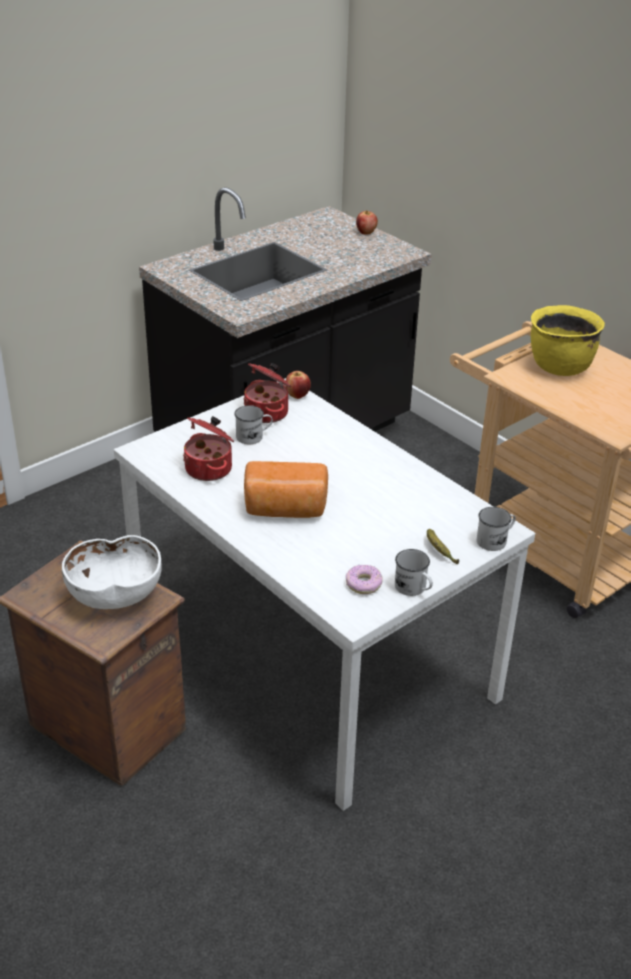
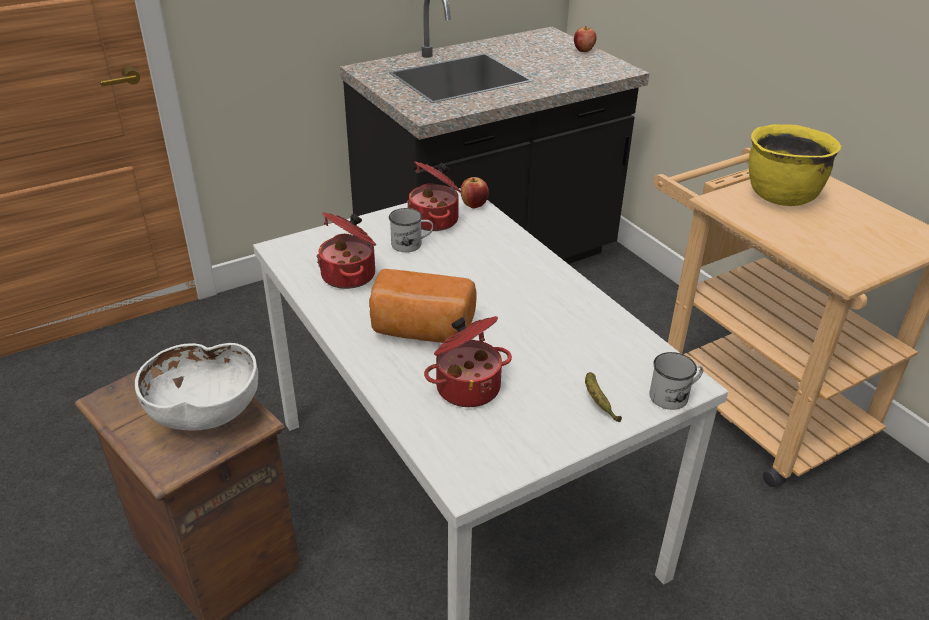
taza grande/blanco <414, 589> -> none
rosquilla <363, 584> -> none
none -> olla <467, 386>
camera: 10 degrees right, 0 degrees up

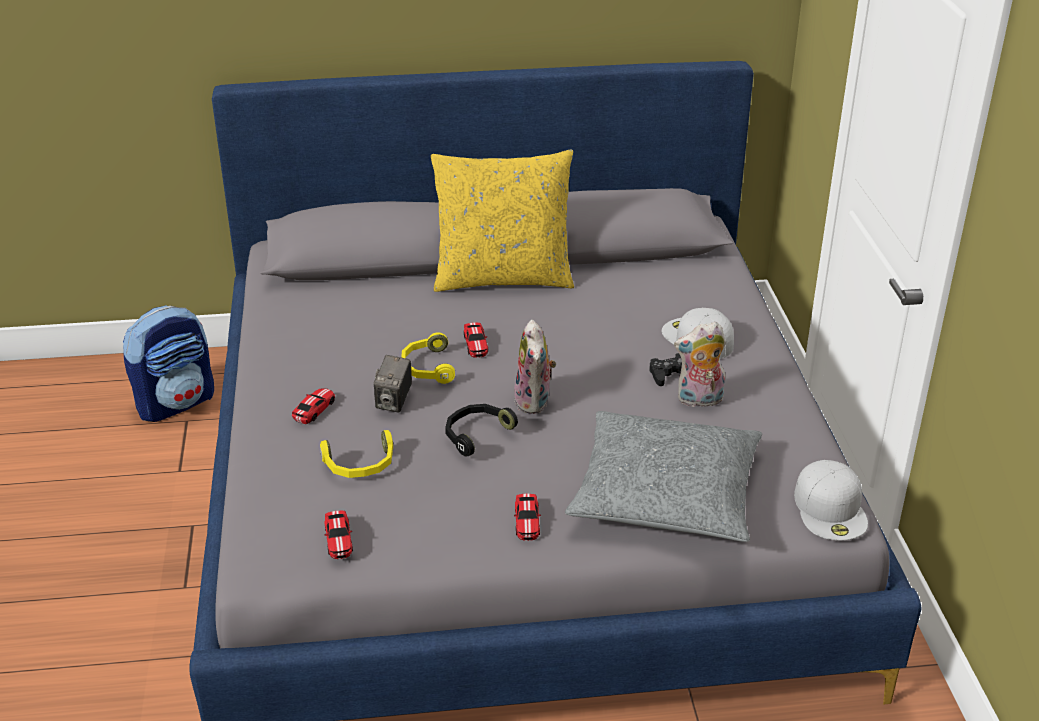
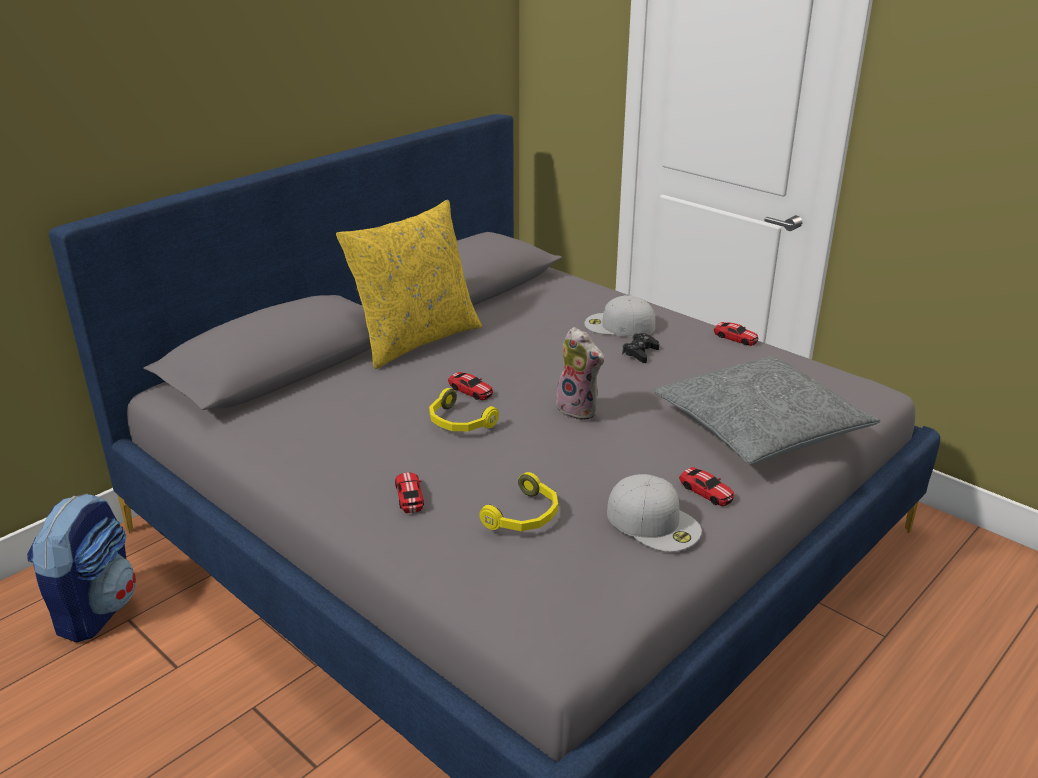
peluche <699, 400> -> none
cámara <394, 401> -> none
auriculares/negro <476, 434> -> none
gorra/blanco <831, 509> -> gorra/blanco <654, 522>, relocated
coche de juguete <339, 539> -> coche de juguete <735, 338>, relocated
camera: 40 degrees left, 5 degrees down

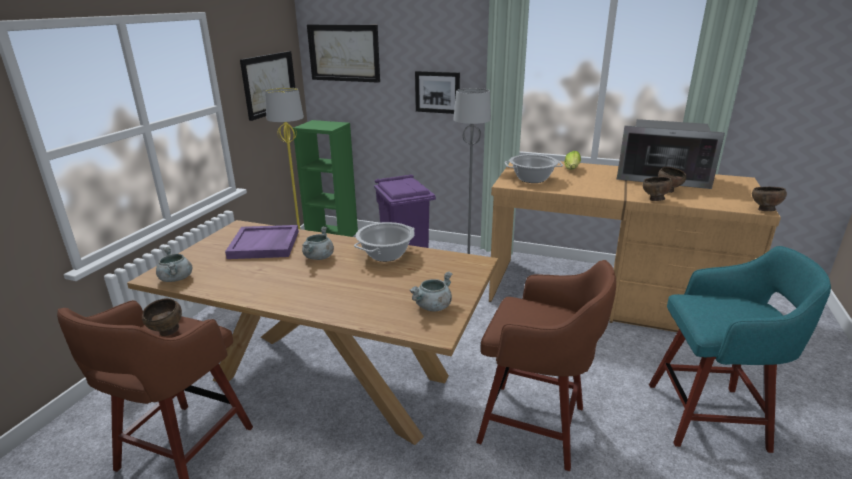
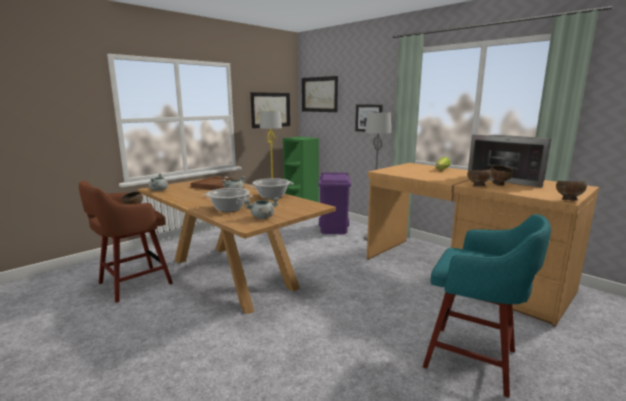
olla <532, 179> -> olla <229, 209>, relocated
bandeja/morado <265, 245> -> bandeja/marrón <216, 185>
taburete/marrón <536, 426> -> none
camera: 25 degrees right, 10 degrees down

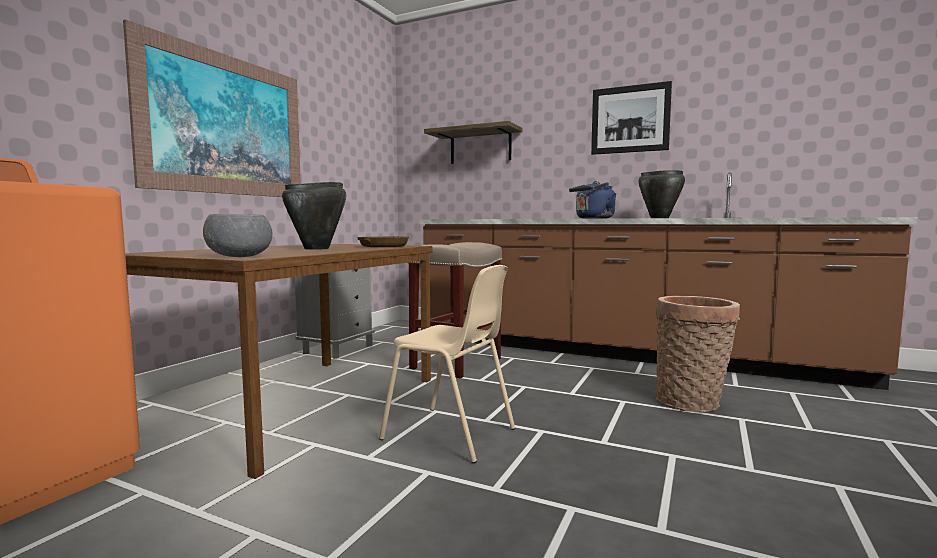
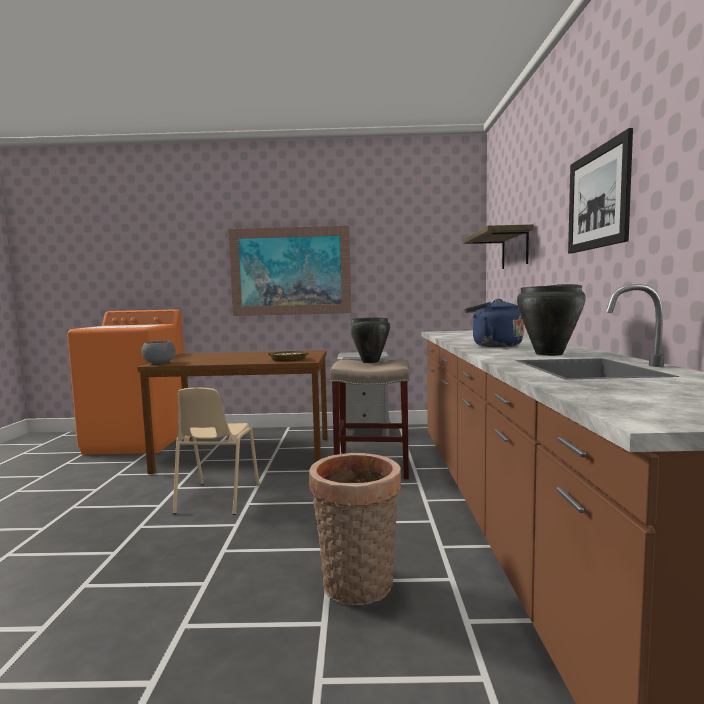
olla/negro <316, 249> -> olla/negro <370, 362>, relocated
camera: 65 degrees right, 0 degrees up

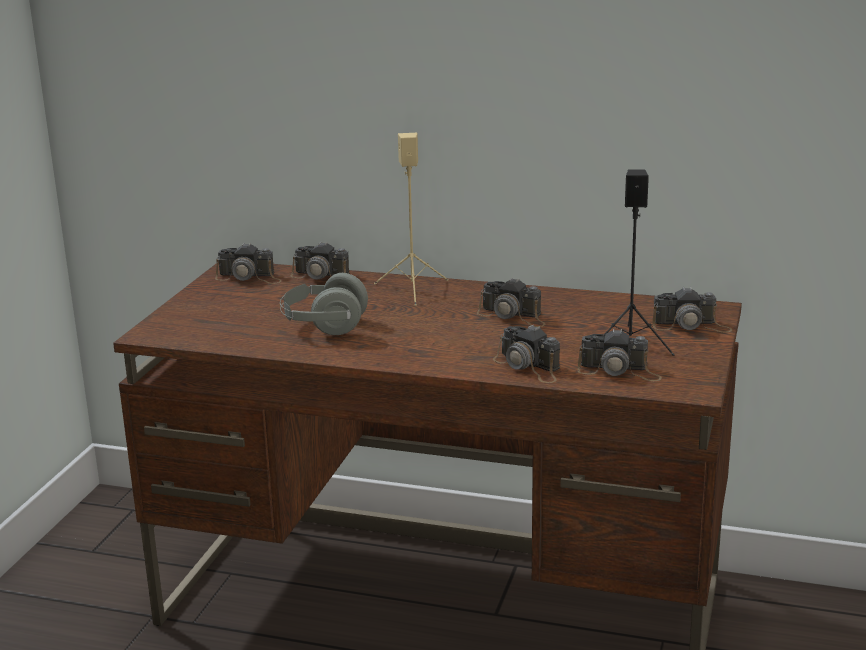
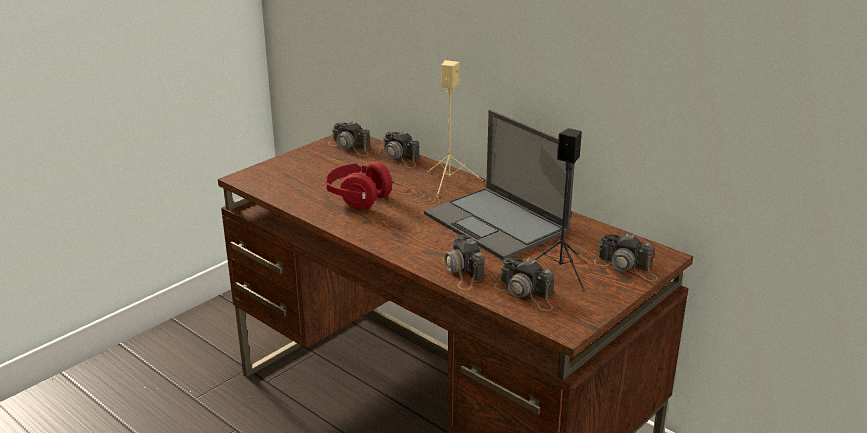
auriculares/gris <324, 325> -> auriculares/rojo <358, 198>
cámara <513, 316> -> portátil <497, 223>
camera: 25 degrees right, 5 degrees up

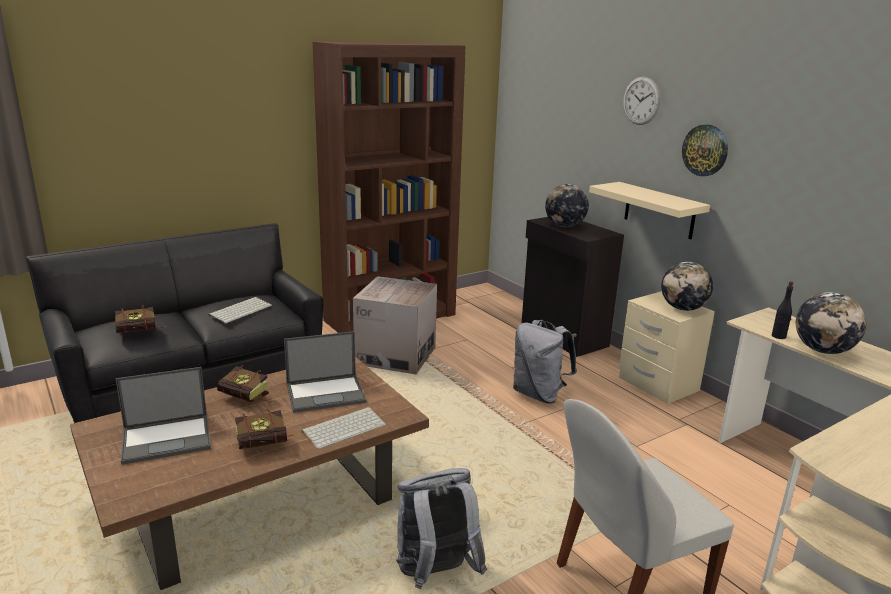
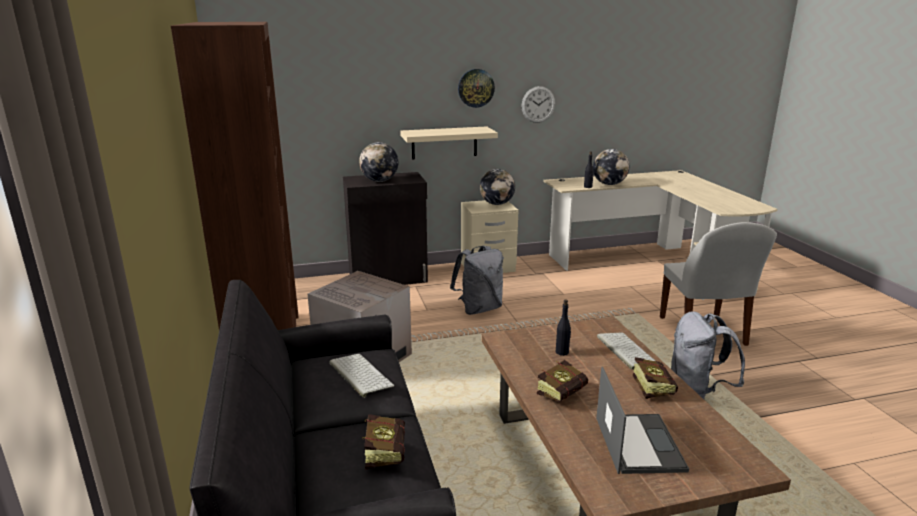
reloj de pared <641, 101> -> reloj de pared <538, 104>, relocated
portátil <326, 393> -> botella/negro <562, 352>
camera: 70 degrees left, 0 degrees up

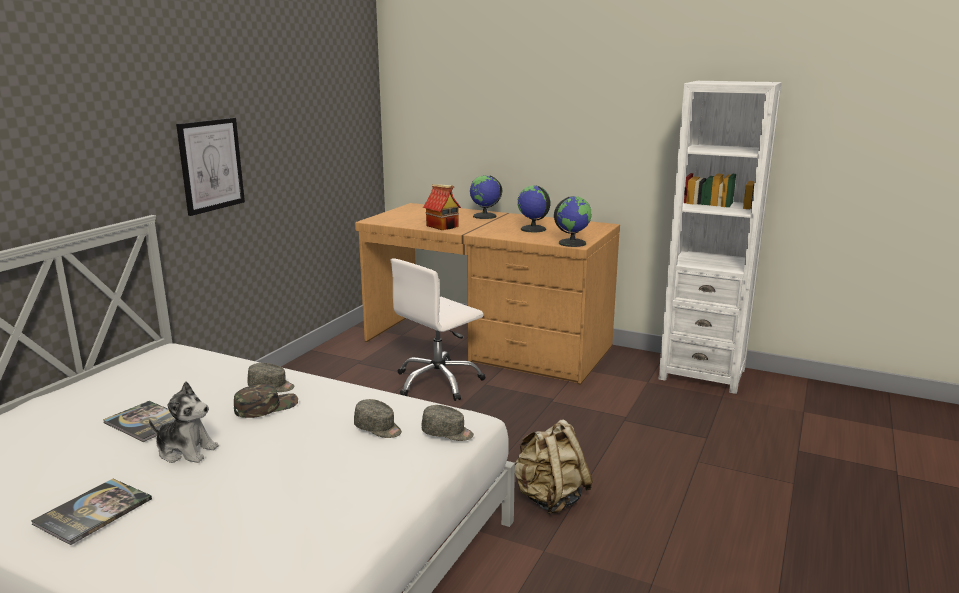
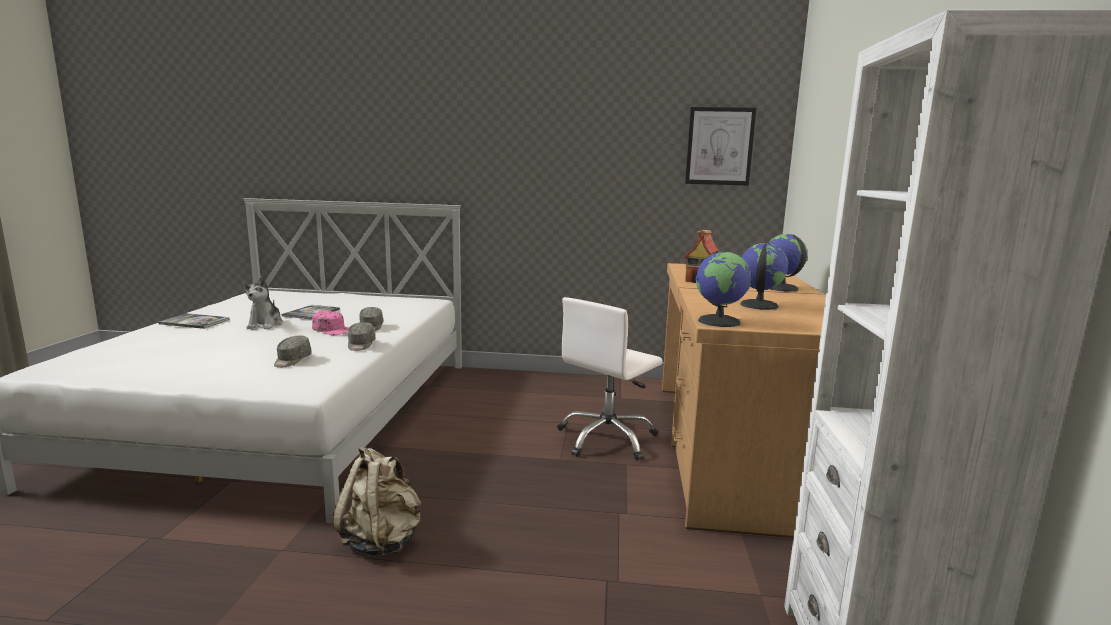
cuadro <211, 165> -> cuadro <719, 146>, relocated
silla de oficina/blanco <438, 382> -> silla de oficina/blanco <607, 439>, 75 degrees counterclockwise
gorra/verde <266, 406> -> gorra/rosa <333, 329>
gorra/gris <447, 433> -> gorra/gris <360, 345>, relocated
camera: 70 degrees right, 5 degrees down

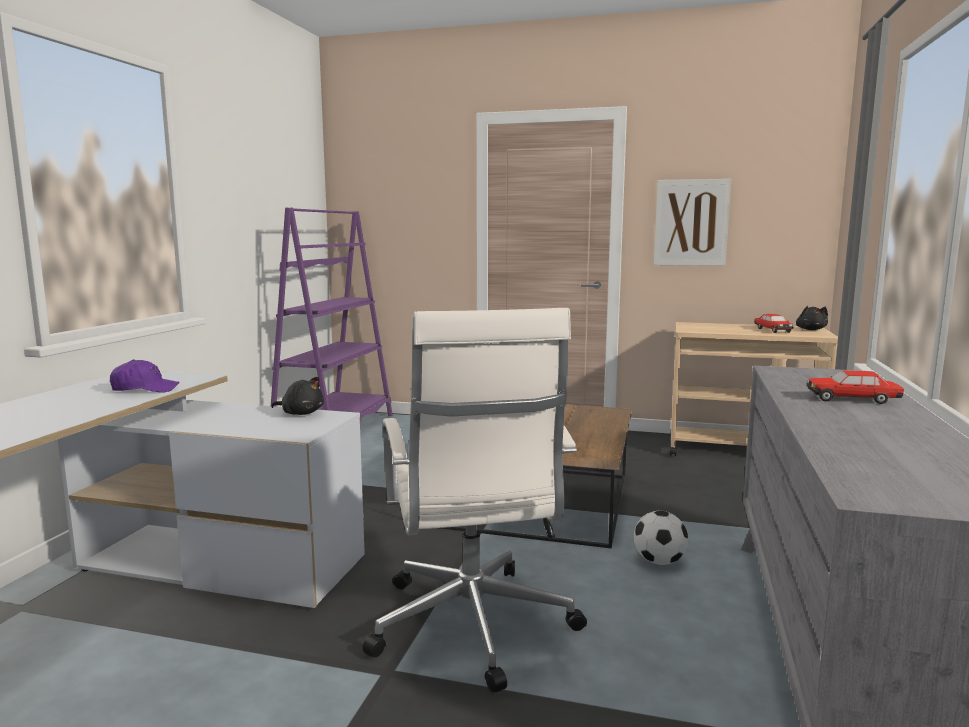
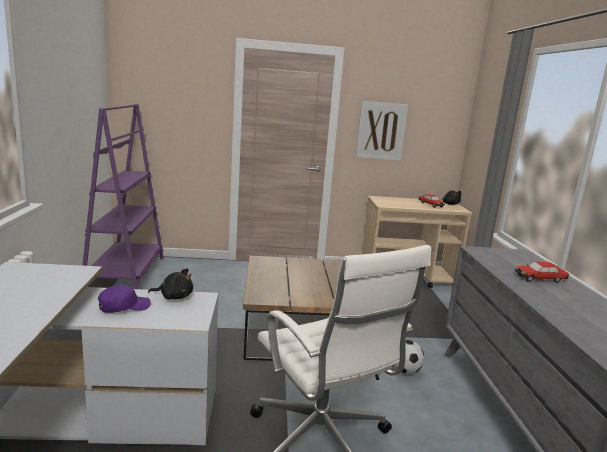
gorra/morado <145, 389> -> gorra/morado <124, 307>, relocated
camera: 20 degrees left, 5 degrees up

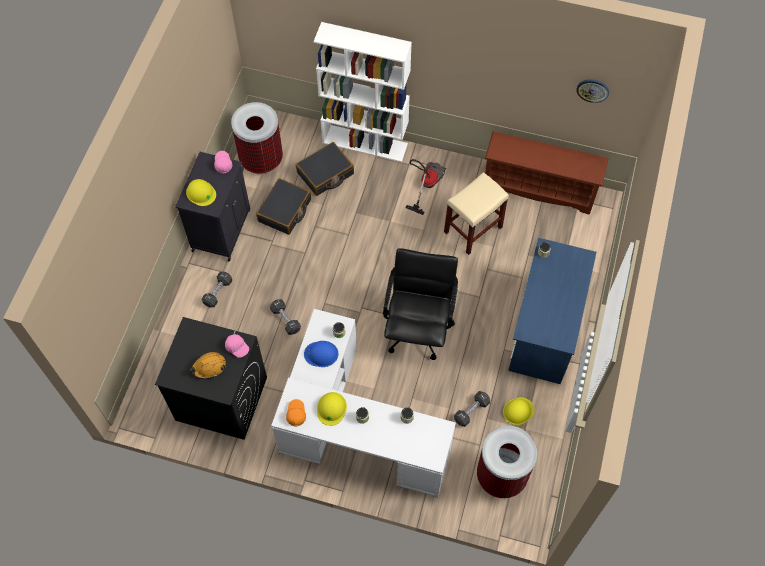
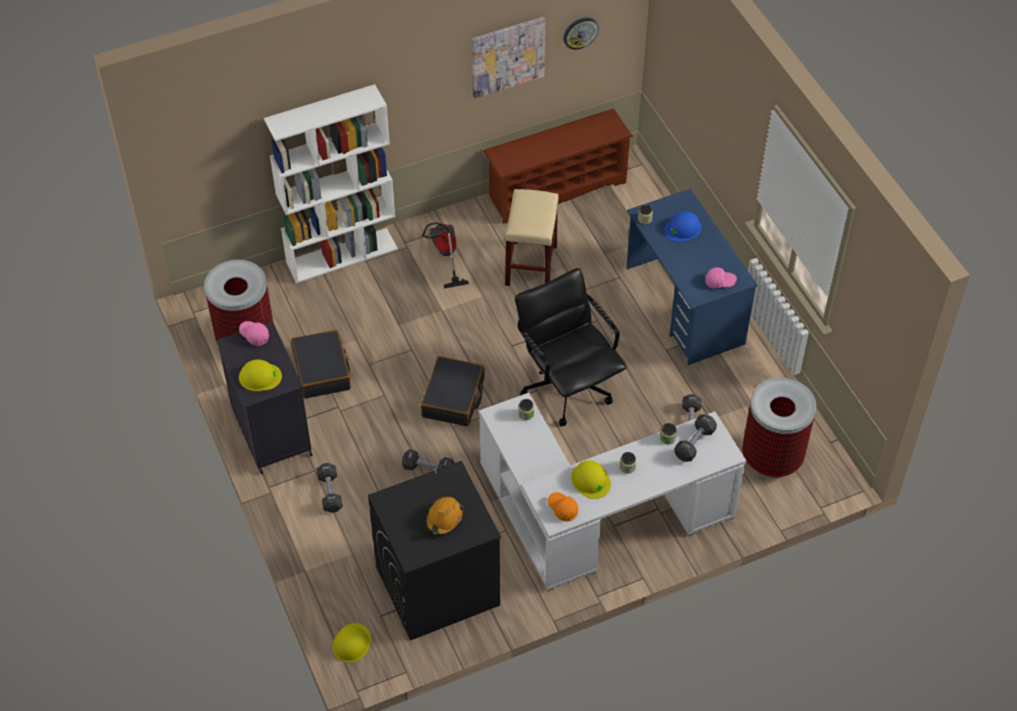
maleta/negro <325, 174> -> maleta/negro <453, 398>, relocated
gorra/rosa <237, 348> -> gorra/rosa <720, 282>, relocated
casco/azul <321, 354> -> casco/azul <683, 228>, relocated
casco/amarillo <518, 411> -> casco/amarillo <351, 643>, relocated
none -> cuadro <507, 56>
none -> mancuerna/negro <694, 443>
camera: 40 degrees left, 10 degrees down

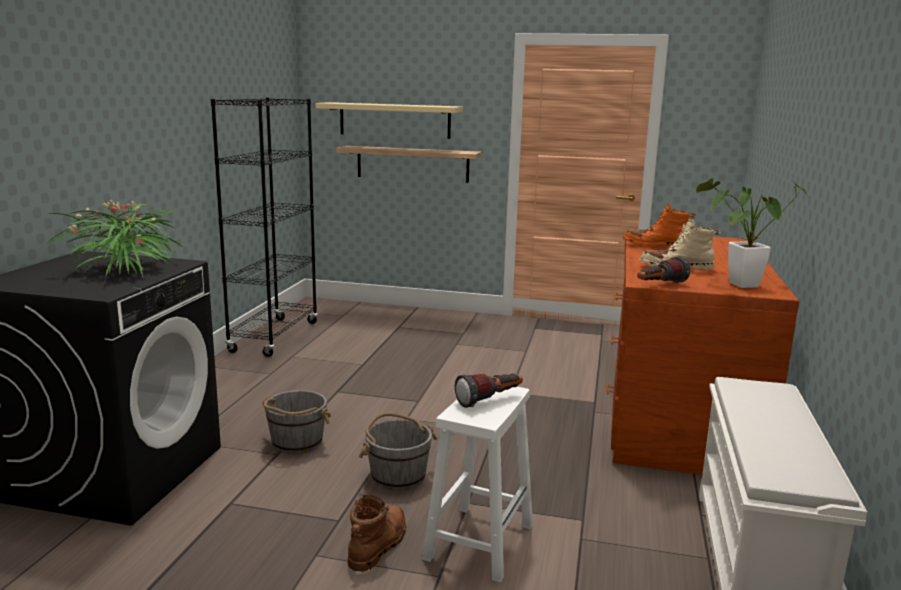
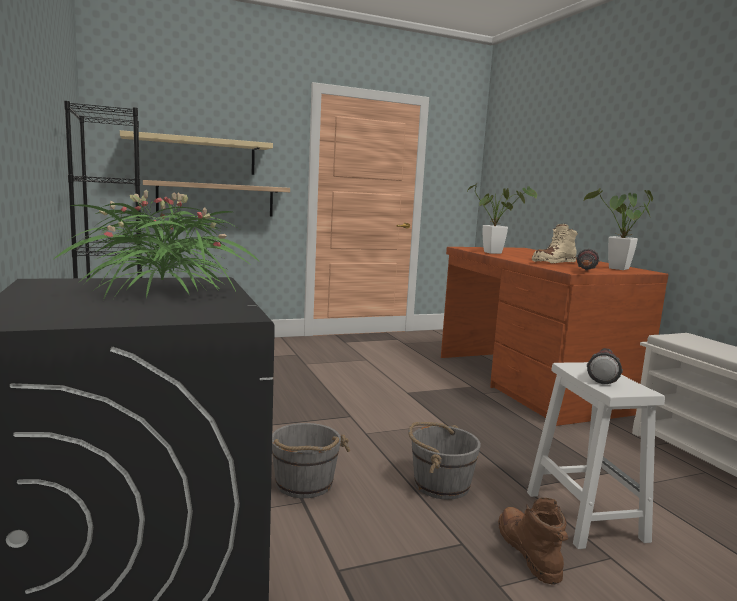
bota/naranja <655, 246> -> planta en maceta <496, 253>
camera: 35 degrees left, 5 degrees down

